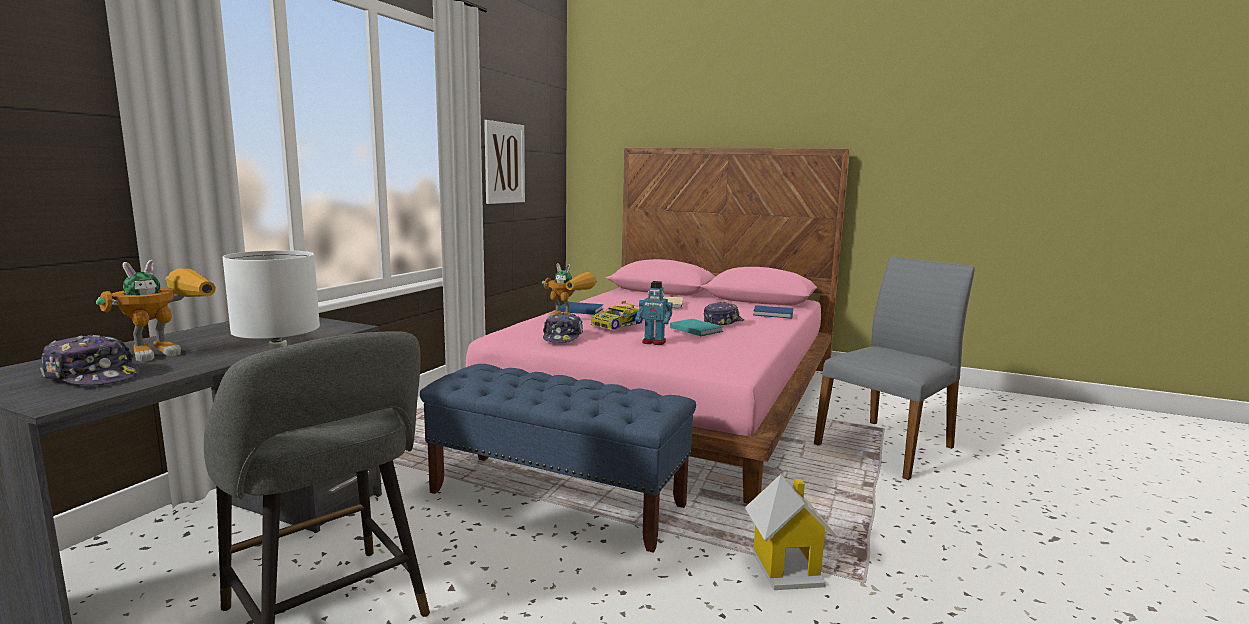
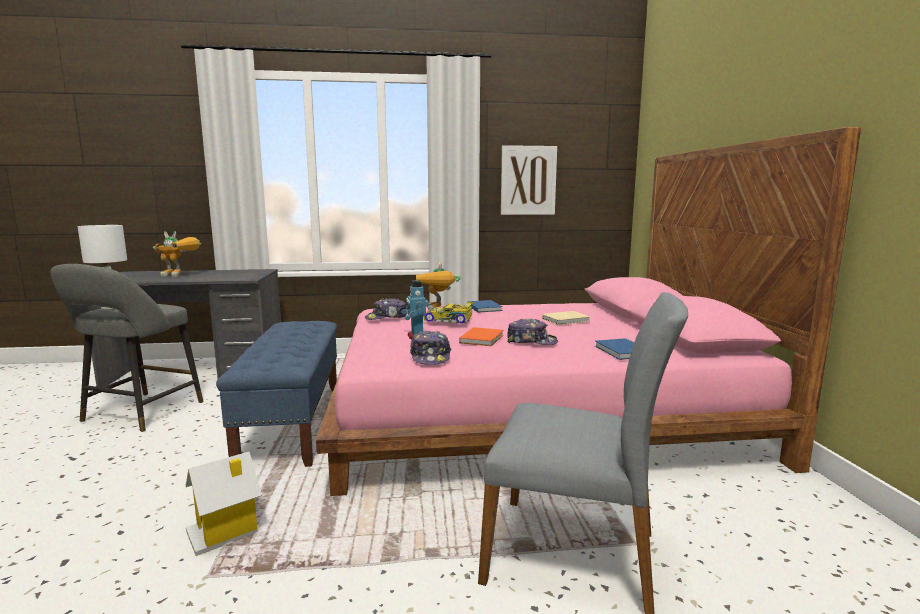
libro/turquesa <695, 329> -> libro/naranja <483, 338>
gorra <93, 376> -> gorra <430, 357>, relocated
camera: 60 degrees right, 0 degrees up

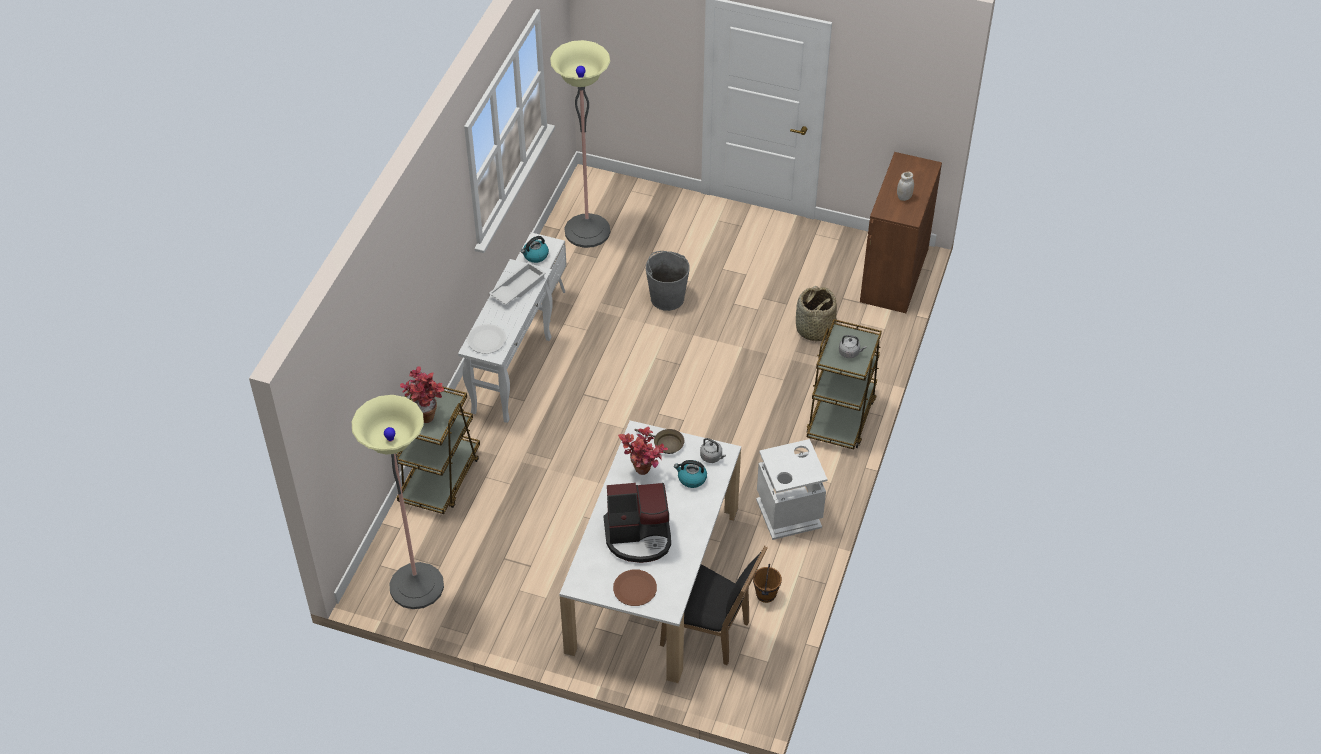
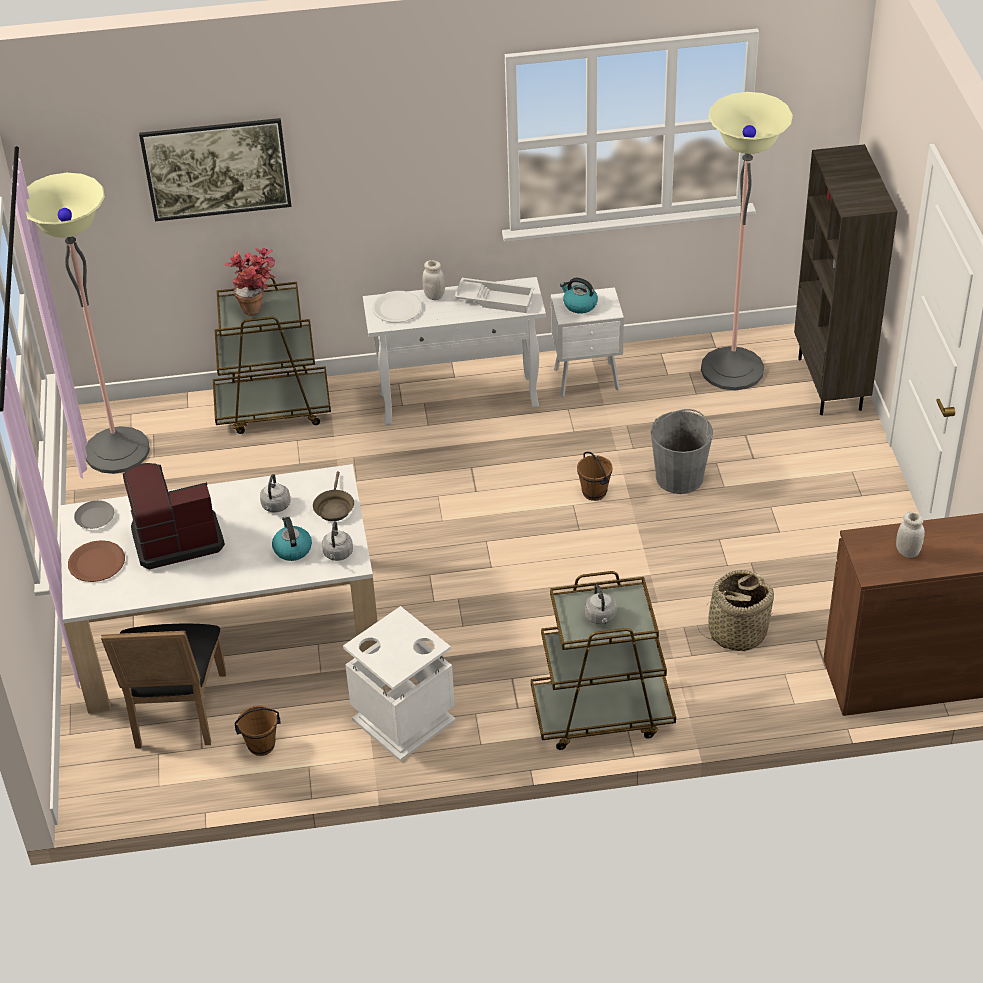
planta en maceta <644, 474> -> hervidor/gris <275, 506>
cafetera <639, 537> -> cafetera <176, 537>, 105 degrees clockwise
none -> cuadro <220, 190>
none -> estantería/marrón <831, 384>
none -> tarro/blanco <434, 296>
none -> cubo/marrón <594, 492>
none -> plato/gris <94, 518>
camera: 65 degrees right, 5 degrees down

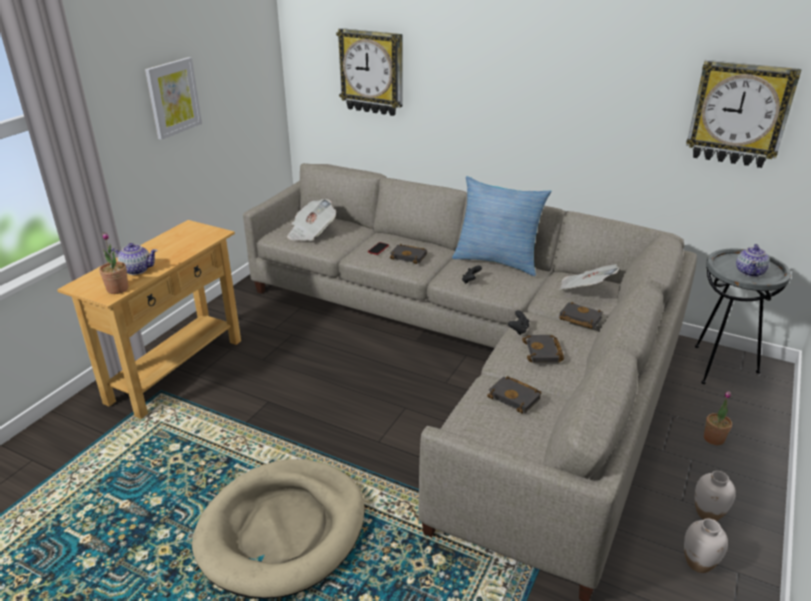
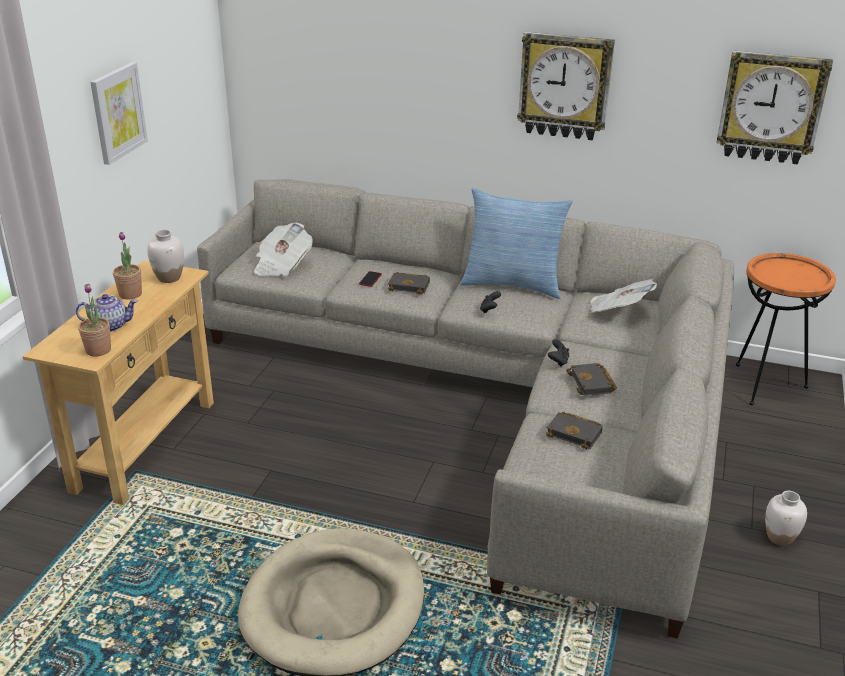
reloj de pared <372, 72> -> reloj de pared <565, 86>, relocated
tetera <750, 272> -> none
mesa auxiliar/gris <719, 367> -> mesa auxiliar/naranja <765, 385>
libro/negro <579, 319> -> none
planta en maceta <713, 439> -> planta en maceta <130, 294>, relocated
florero/blanco <699, 563> -> florero/blanco <169, 278>, relocated
camera: 10 degrees left, 0 degrees up

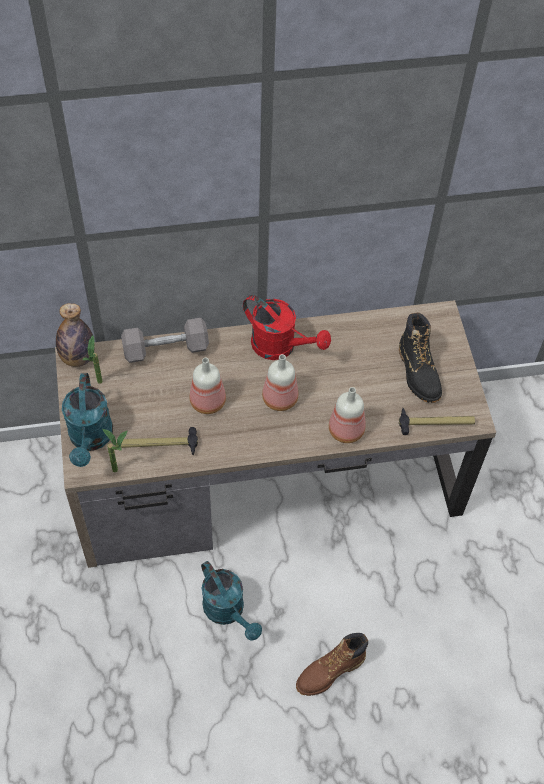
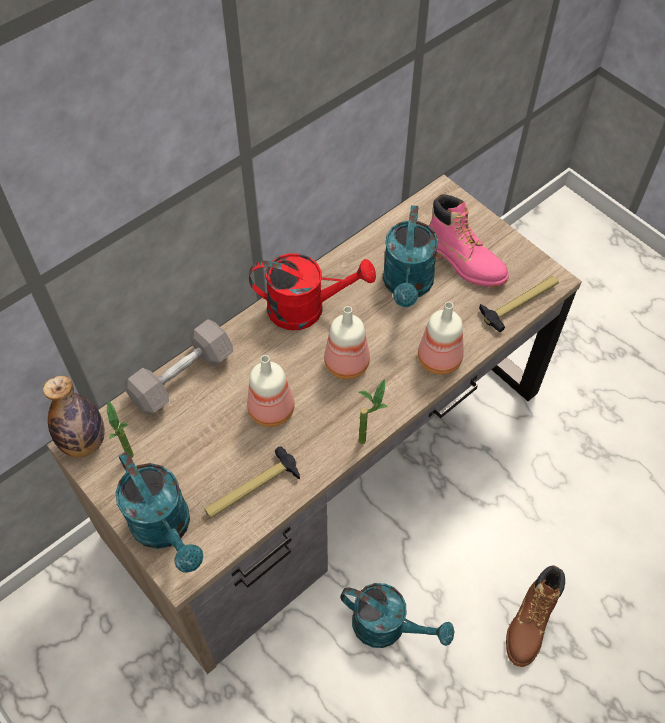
bota/negro <418, 373> -> bota/rosa <464, 262>
planta en maceta <121, 470> -> planta en maceta <368, 438>, relocated
none -> regadera/turquesa <407, 286>
camera: 30 degrees left, 0 degrees up

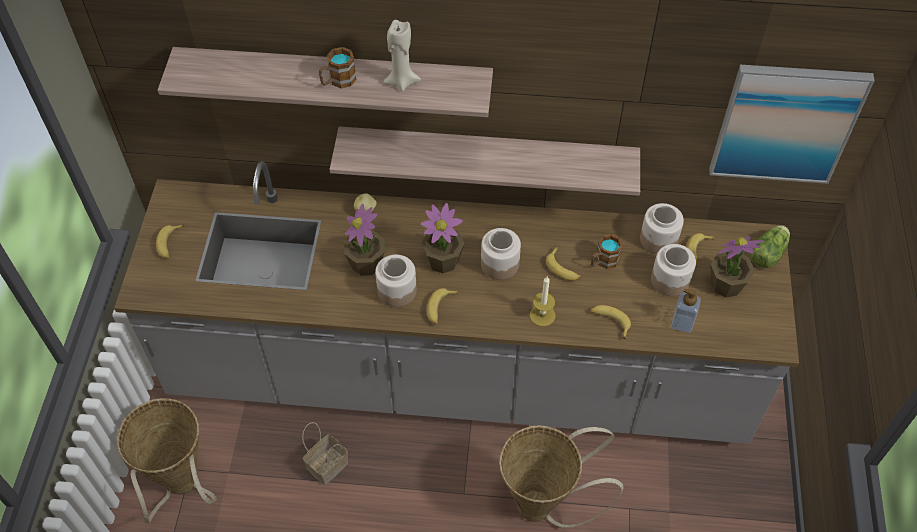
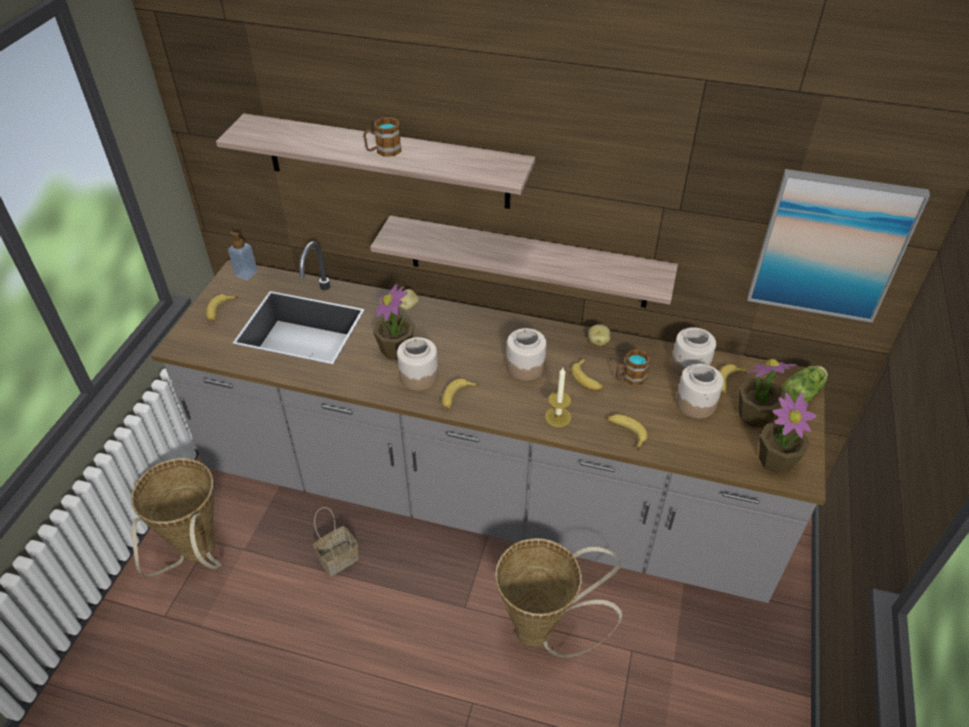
vela/beis <401, 82> -> none
planta en maceta <443, 260> -> planta en maceta <776, 460>, relocated
dispensador de jabón <682, 323> -> dispensador de jabón <246, 274>, relocated
none -> patata <598, 341>
camera: 10 degrees right, 10 degrees down

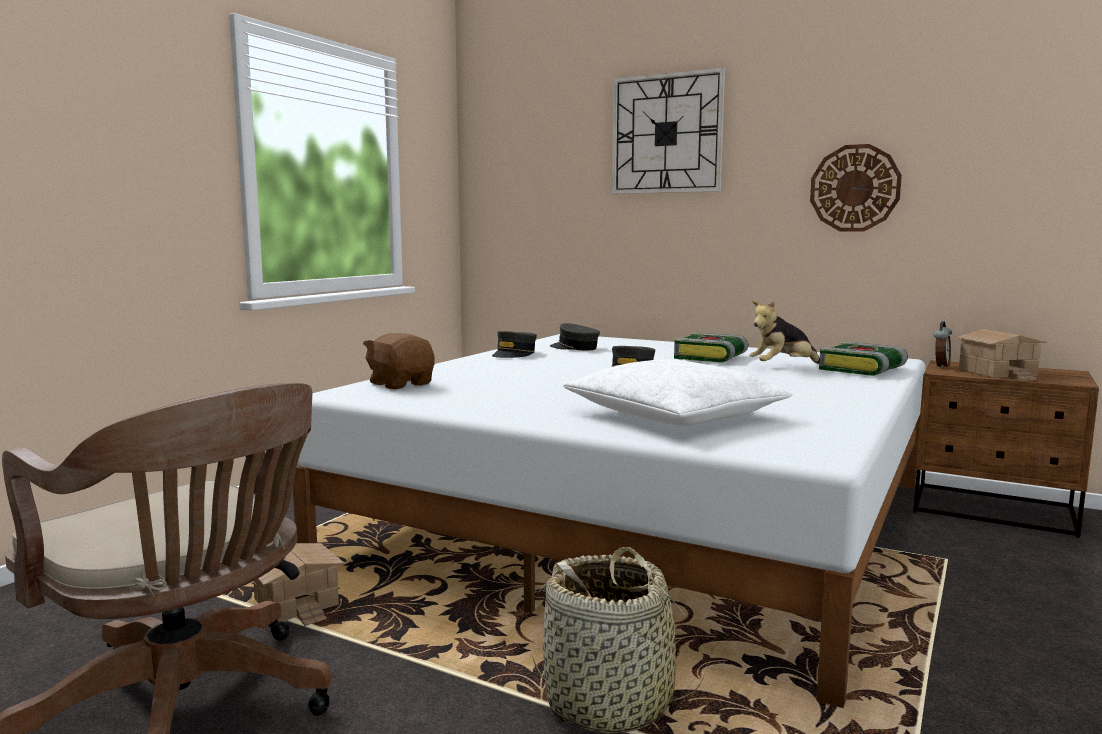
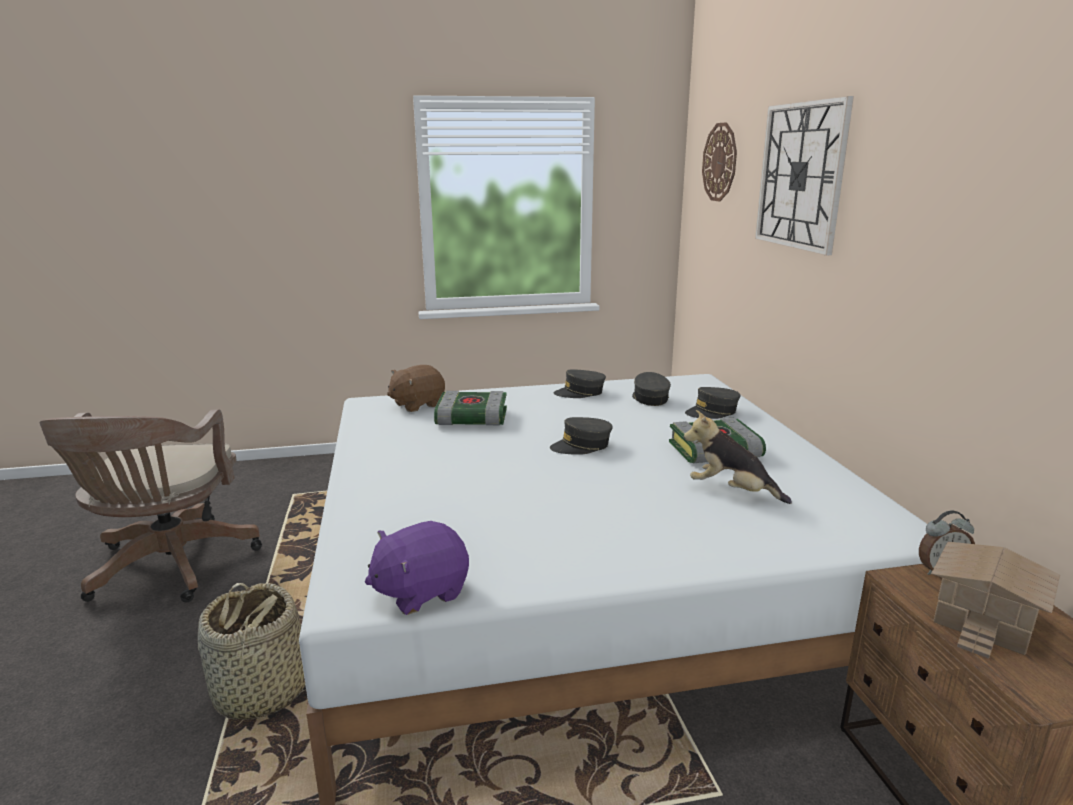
reloj de pared <854, 188> -> reloj de pared <720, 162>, relocated
peluche/marrón <401, 384> -> peluche/marrón <417, 404>, 135 degrees counterclockwise
libro <862, 370> -> libro <470, 419>, relocated
cojín/blanco <674, 415> -> none
casita <294, 604> -> none
none -> gorra/gris <712, 412>
none -> peluche/morado <420, 591>
camera: 50 degrees right, 10 degrees up

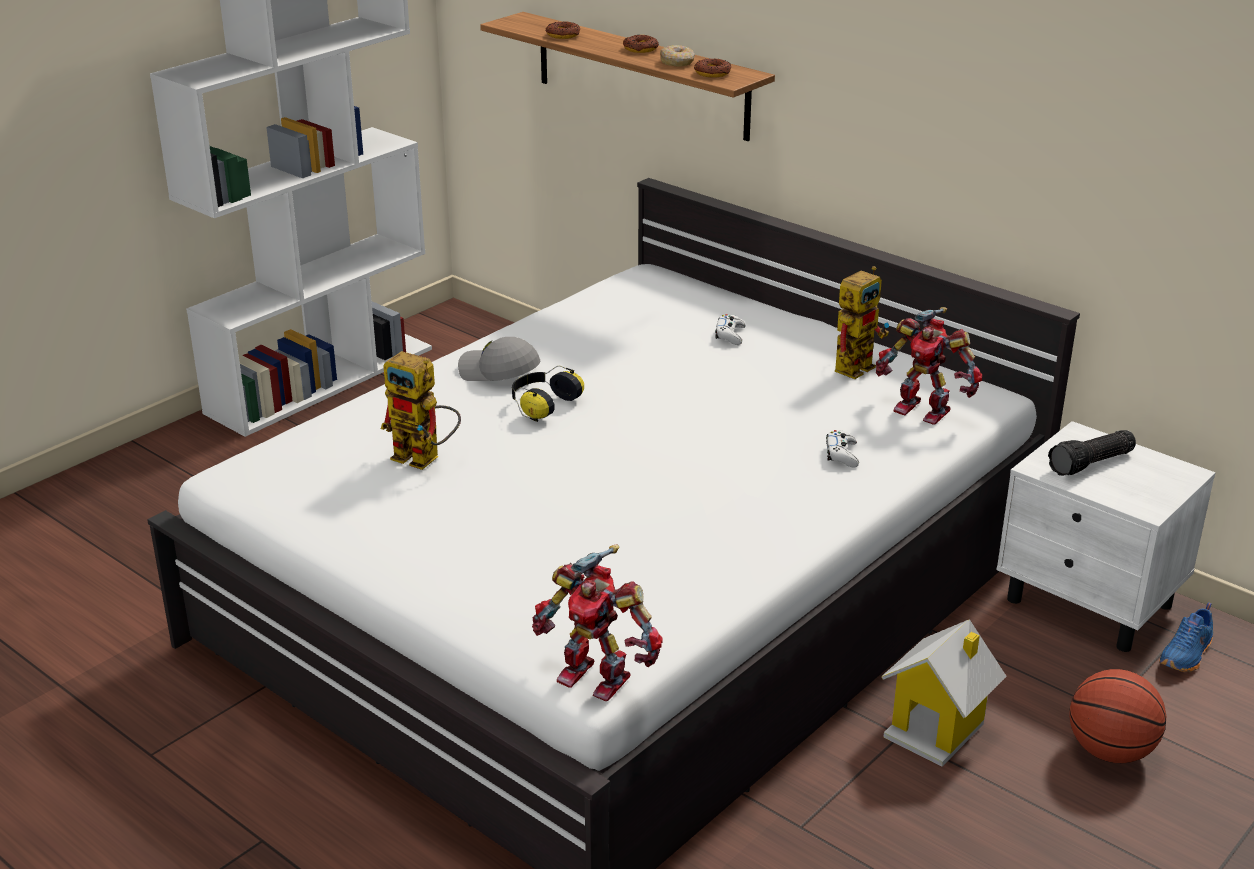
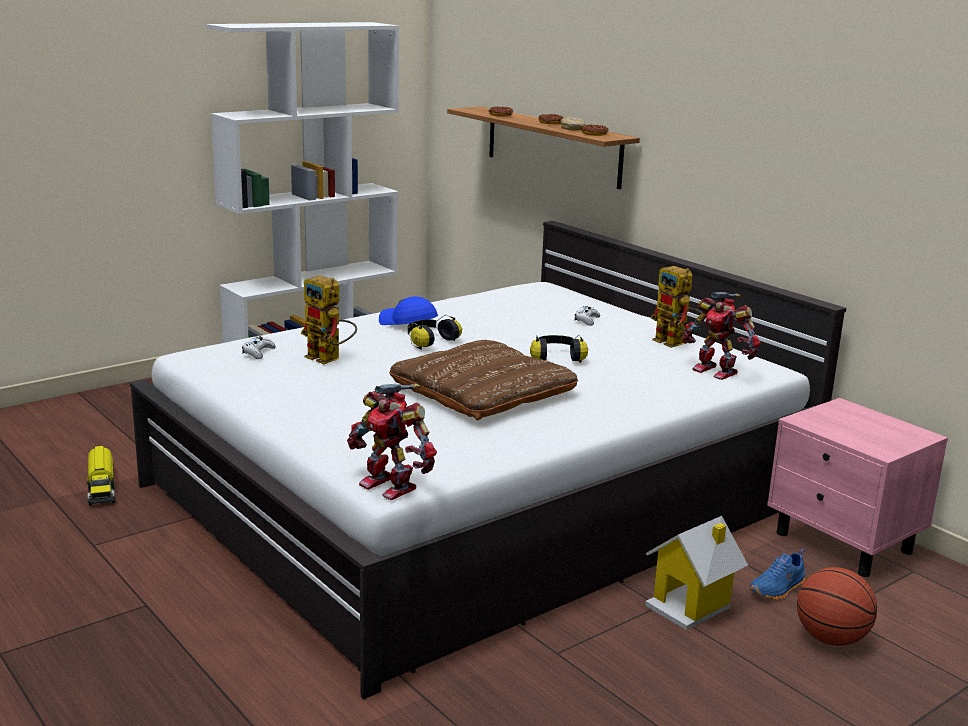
robot de juguete <857, 364> -> robot de juguete <675, 343>, 90 degrees clockwise
gorra/gris <498, 372> -> gorra/azul <407, 323>
mesita de noche/blanco <1090, 603> -> mesita de noche/rosa <844, 543>
mando de consola/blanco <841, 455> -> mando de consola/blanco <258, 352>, relocated
linterna <1092, 464> -> none
zapato/azul <1187, 655> -> zapato/azul <778, 589>, relocated
none -> auriculares <556, 358>
none -> cojín/marrón <482, 391>
none -> camión de juguete <101, 486>
camera: 10 degrees right, 10 degrees down

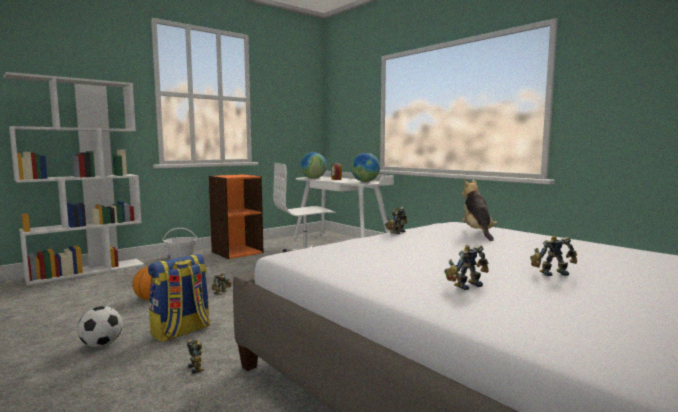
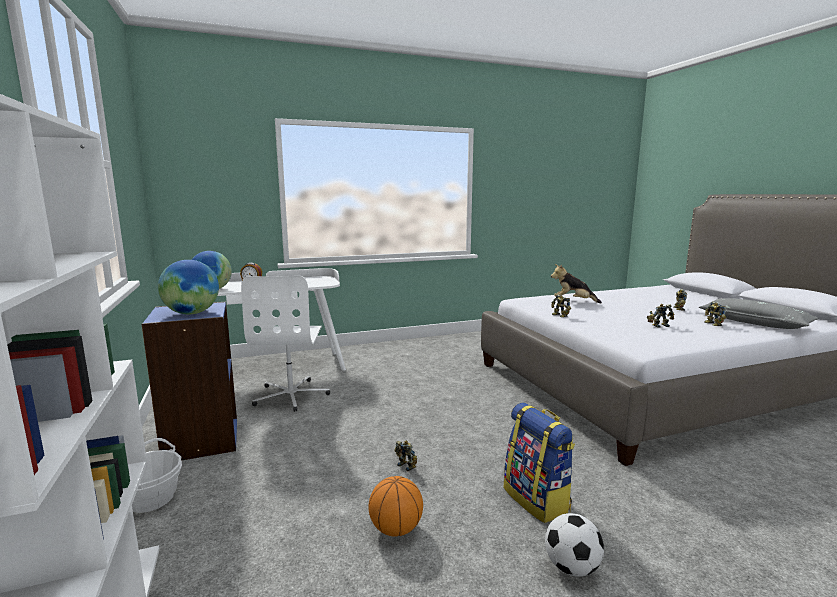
globo terráqueo <365, 182> -> globo terráqueo <191, 313>, relocated
estantería/naranja <237, 252> -> estantería/azul <201, 440>
robot de juguete <197, 368> -> robot de juguete <659, 325>, relocated
none -> cojín/gris <754, 323>
camera: 70 degrees left, 5 degrees up

